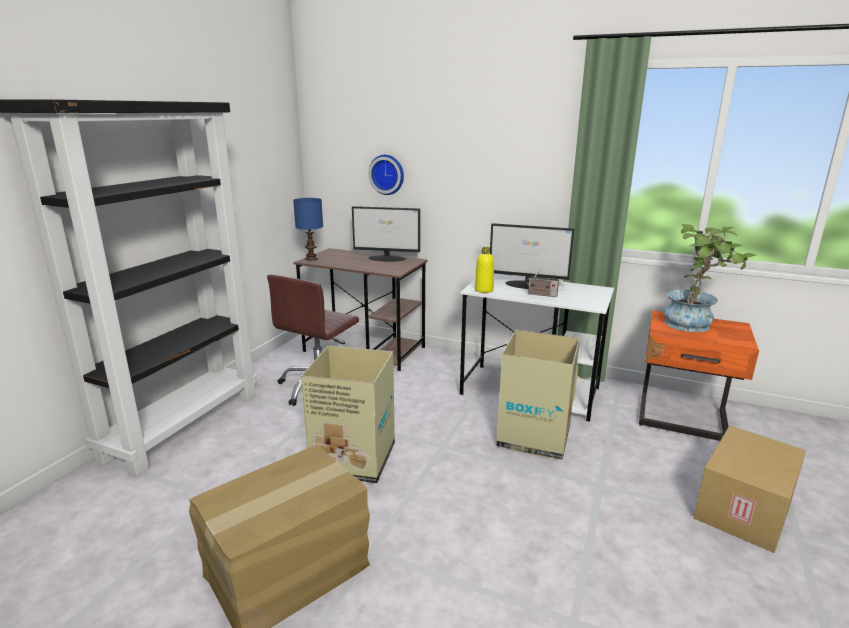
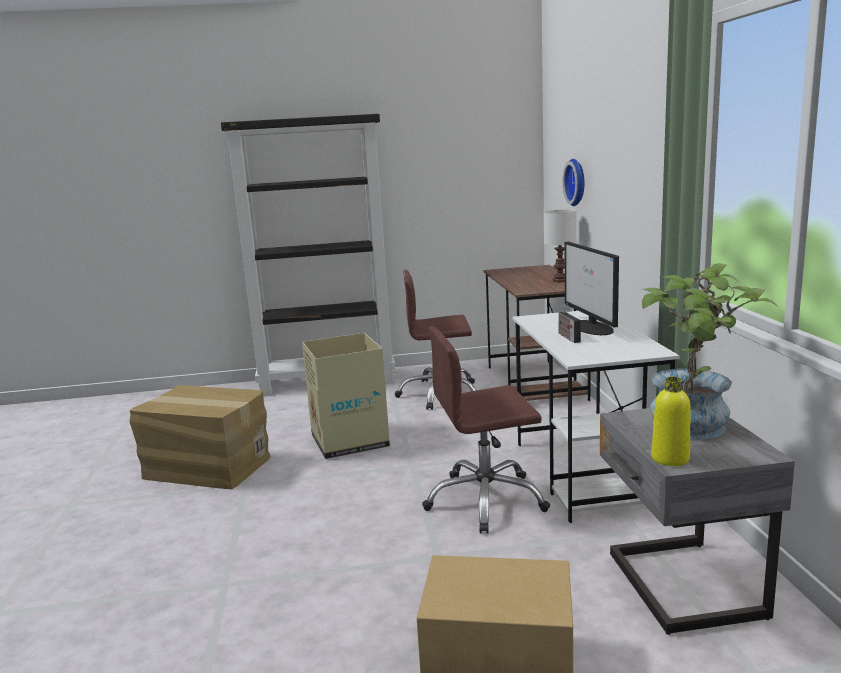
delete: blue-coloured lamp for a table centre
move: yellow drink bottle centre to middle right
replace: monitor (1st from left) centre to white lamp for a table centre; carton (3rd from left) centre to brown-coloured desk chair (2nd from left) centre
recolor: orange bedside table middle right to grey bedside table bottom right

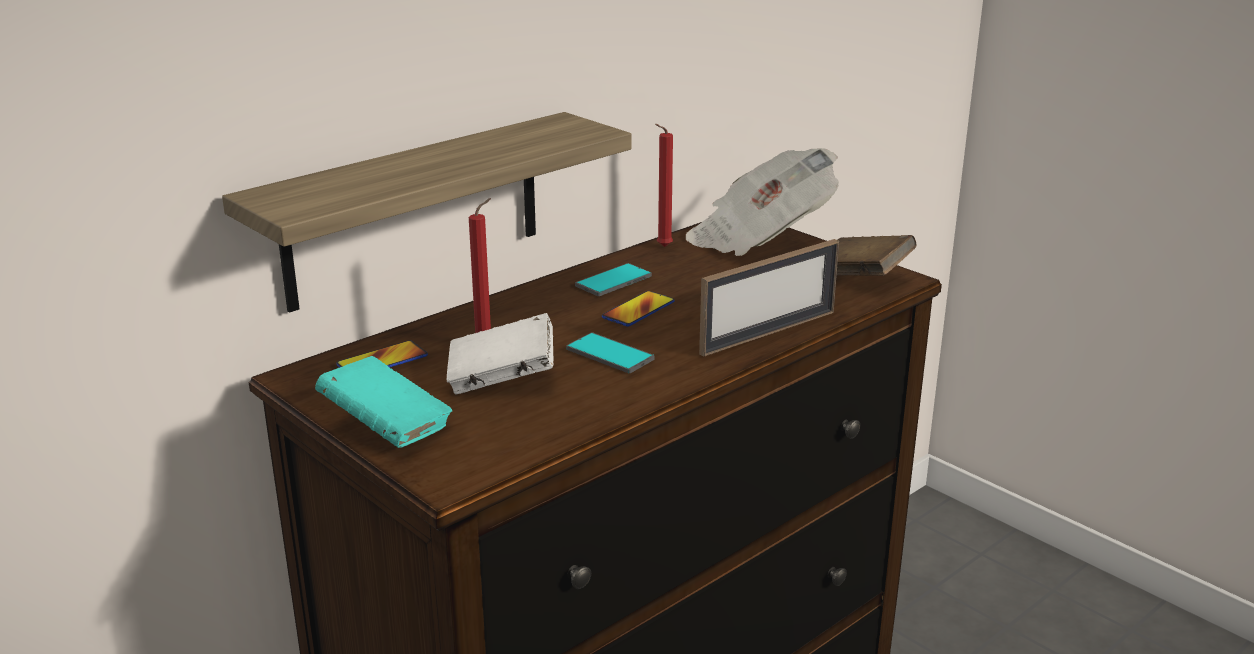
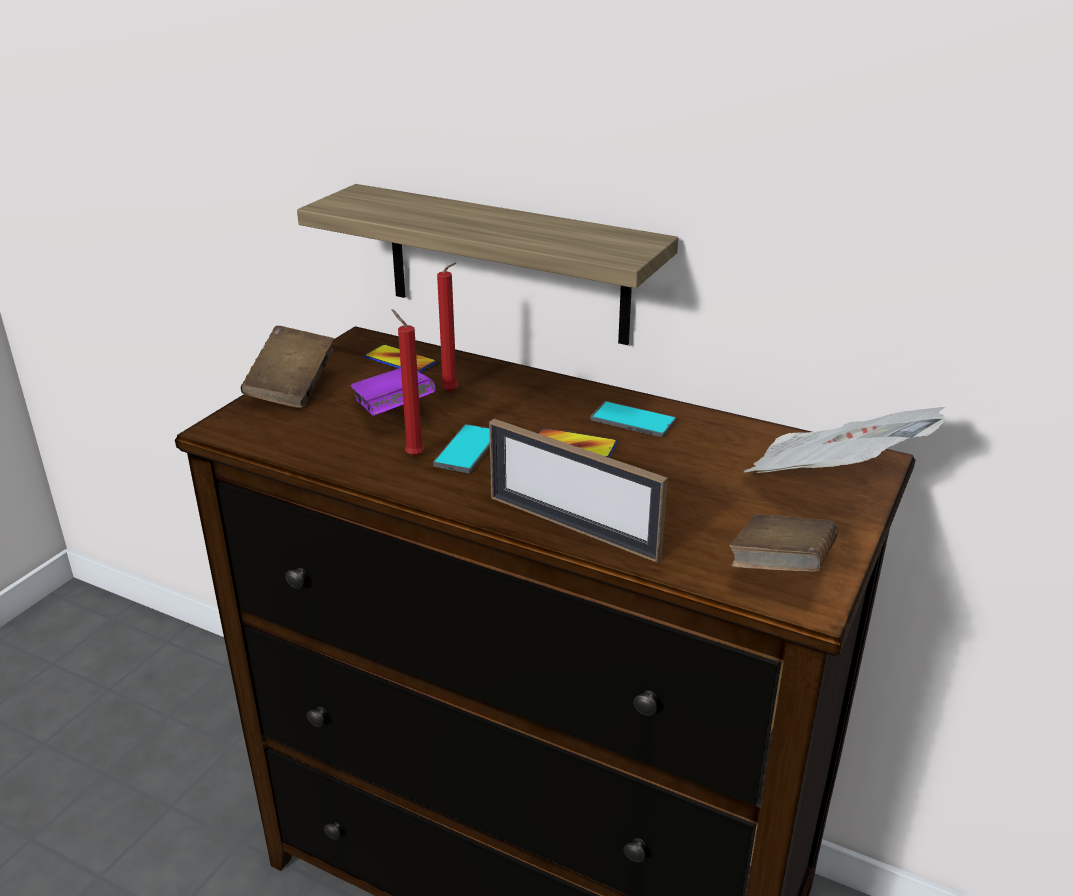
move: red-coloured candle (2nd from left in the first image) top centre to red-coloured candle (1st from left) centre
recolor: turquoise-coloured volume middle left to brown-coloured volume (1st from left) middle left; white volume centre to purplish volume centre

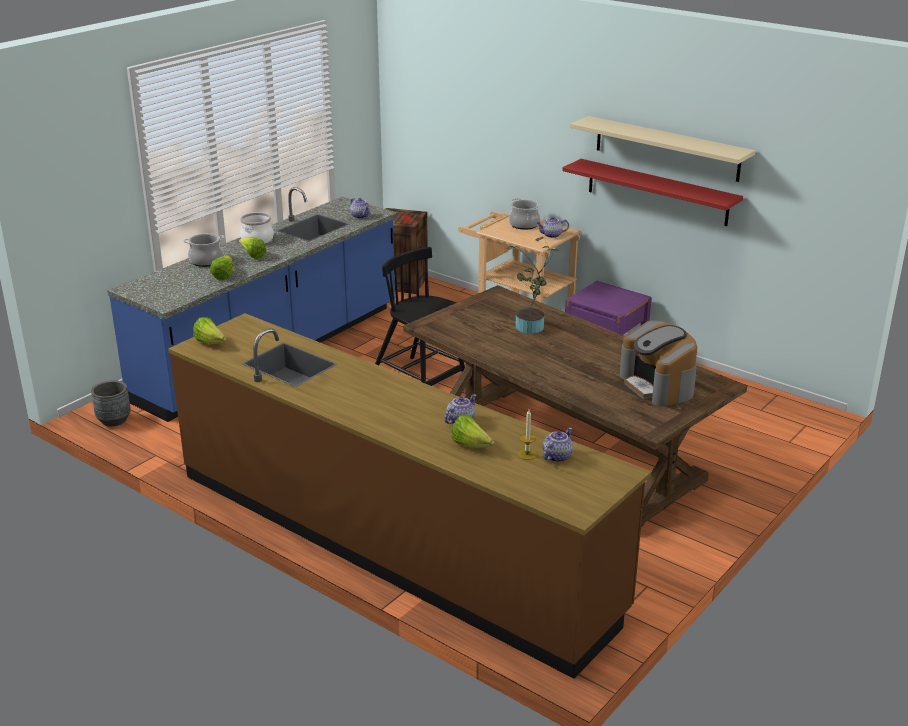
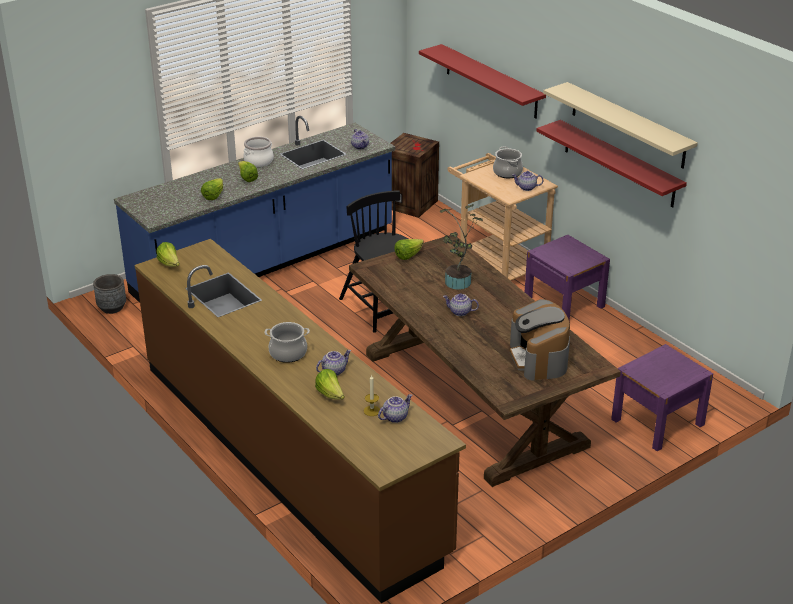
insert: lettuce (5th from left) centre; red-coloured bracket shelf (1st from left) top centre; pot for tea (4th from left) centre; purplish bedside table (2nd from left) middle right
move: saucepot (1st from left in the first image) middle left to saucepot (2nd from left) centre

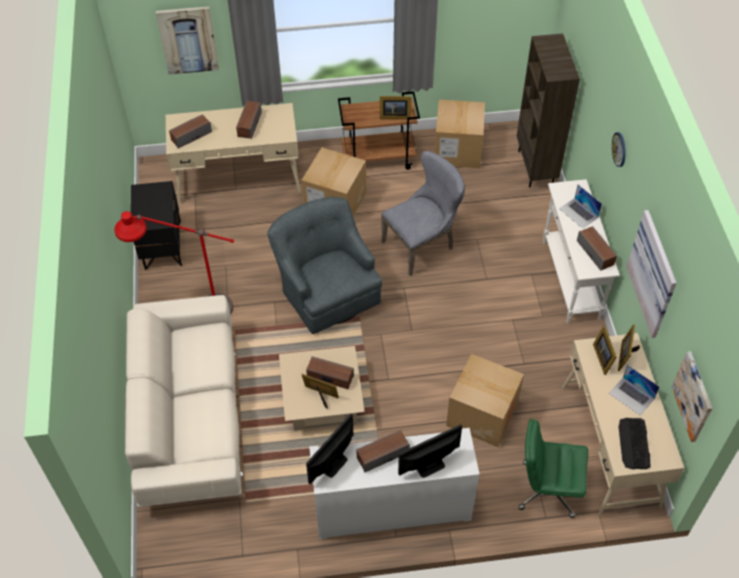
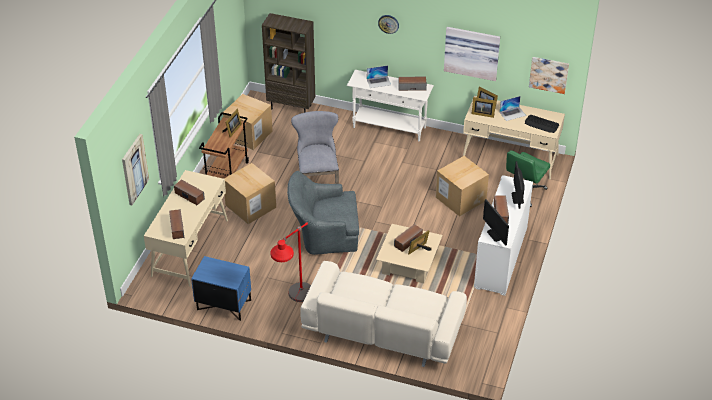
recolor: black-coloured bedside table middle left to blue-coloured bedside table bottom left

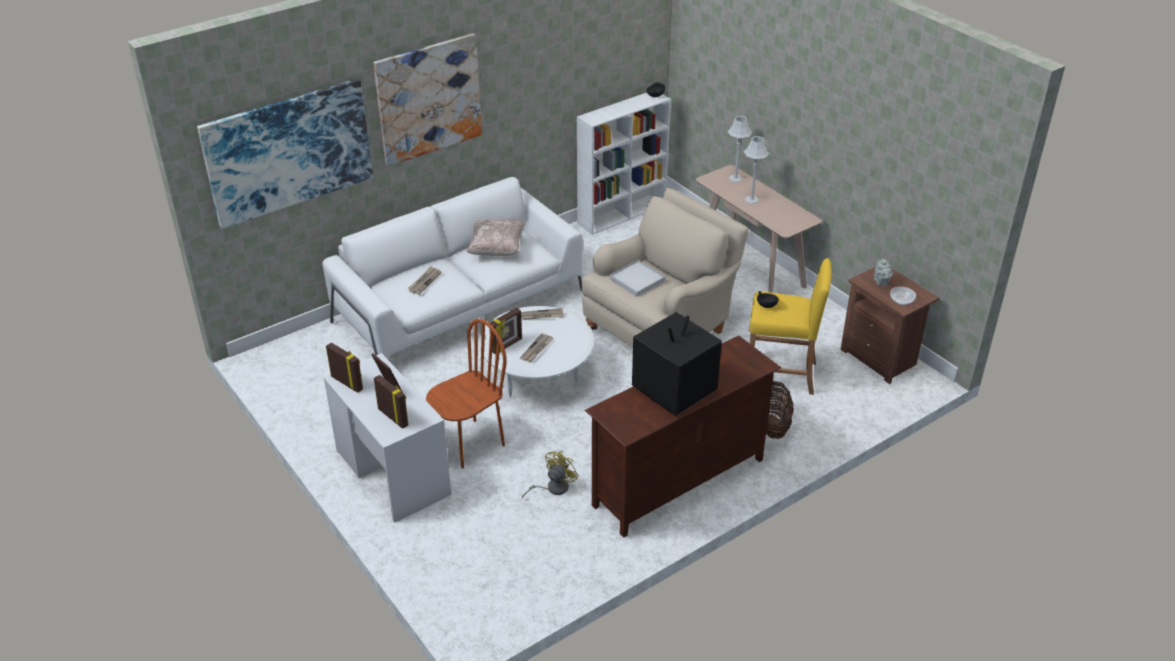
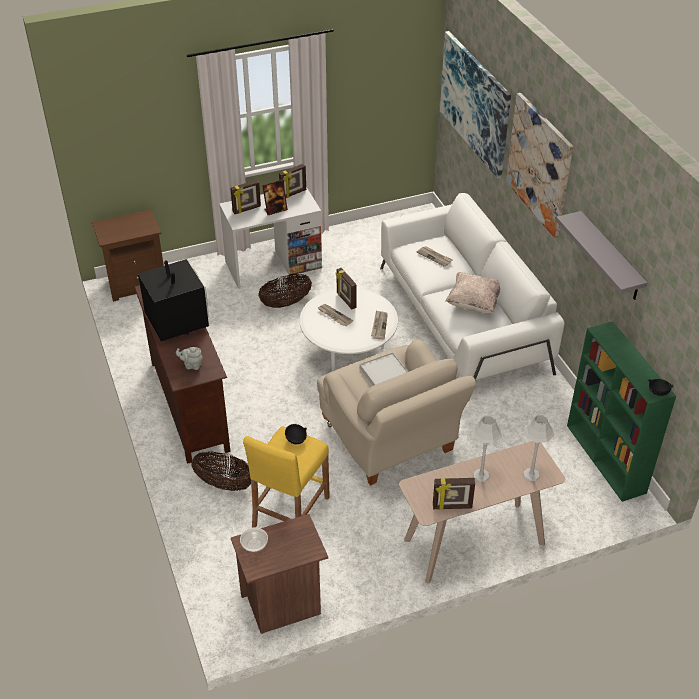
delete: yellow electric fan bottom centre
insert: brown-coloured bedside table (1st from left) middle left; picture frame (5th from left) bottom centre; grey bracket shelf middle right
move: grey pot for tea middle right to middle left
replace: brown-coloured upright chair centre to household basket (2nd from left) centre
recolor: white bookcase top centre to greenish bookcase middle right

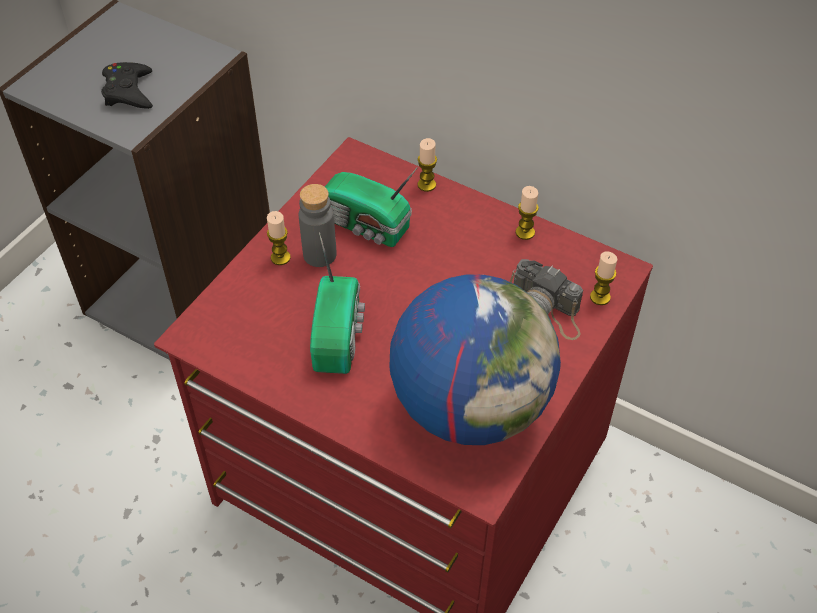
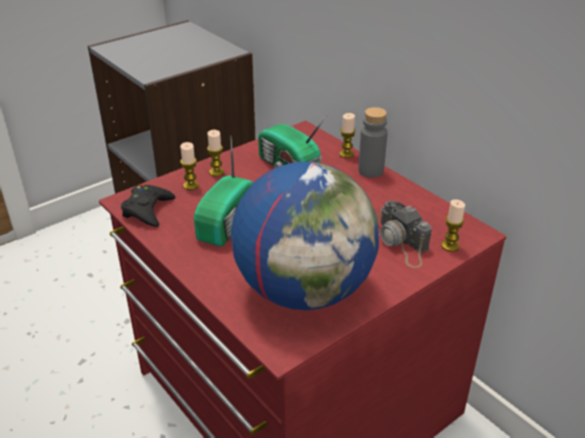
move: black-coloured game controller top left to middle left; grey drink bottle centre to top centre; candle (3rd from left in the first image) centre to candle (1st from left) middle left

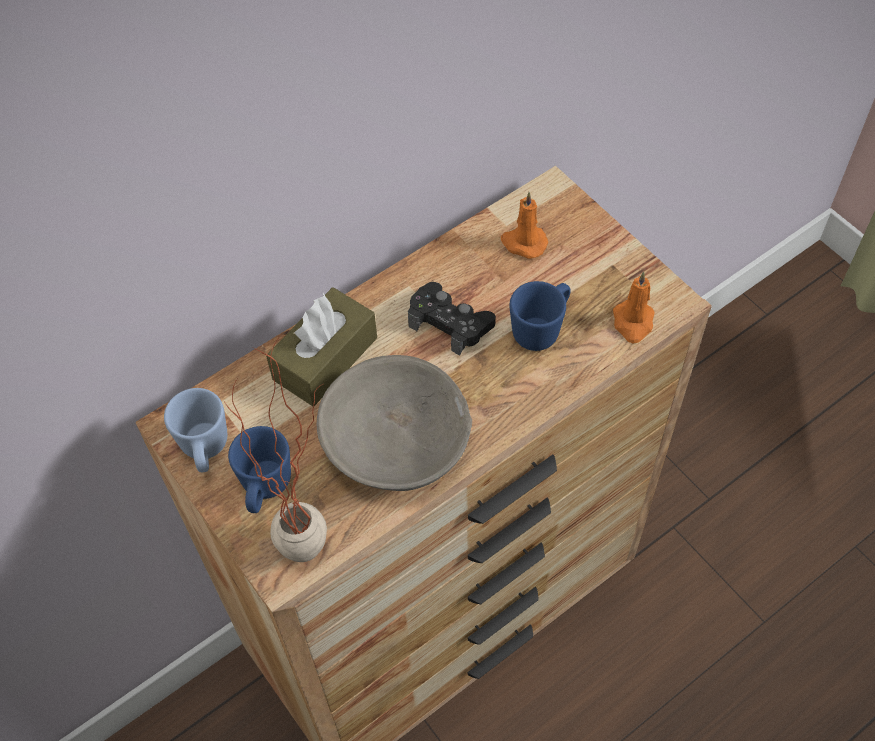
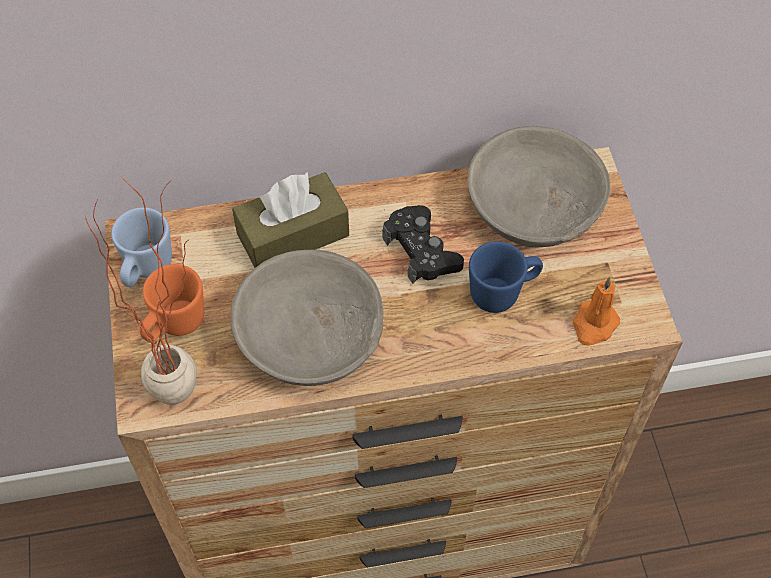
replace: orange candle (1st from left) top centre to grey serving bowl (2nd from left) top right
recolor: blue-coloured tea mug (2nd from left) middle left to orange tea mug middle left

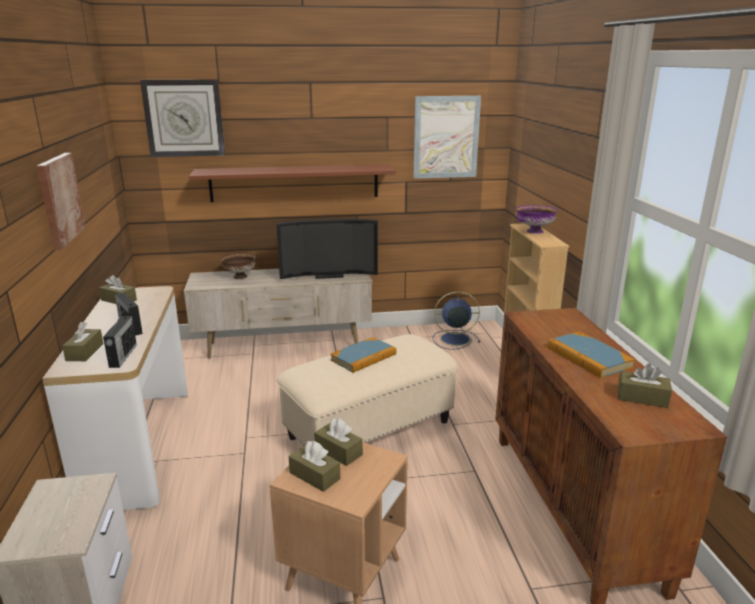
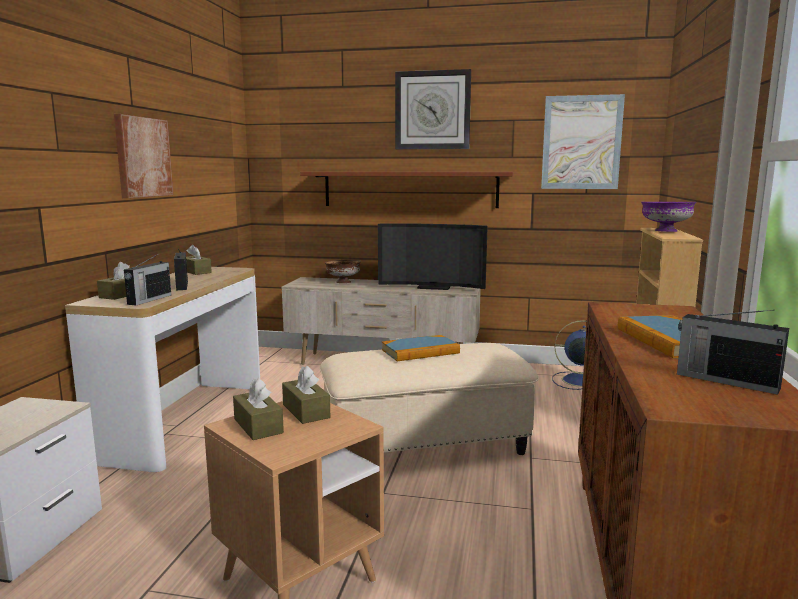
move: hanging clock top left to top centre
replace: brown-coloured tissue box (5th from left) middle right to radio (3rd from left) middle right

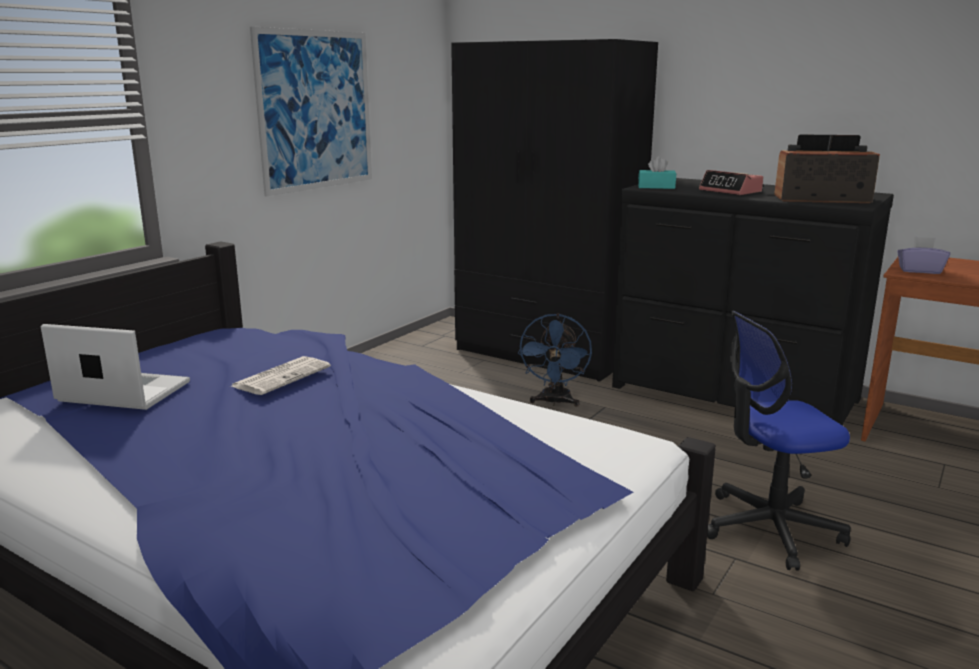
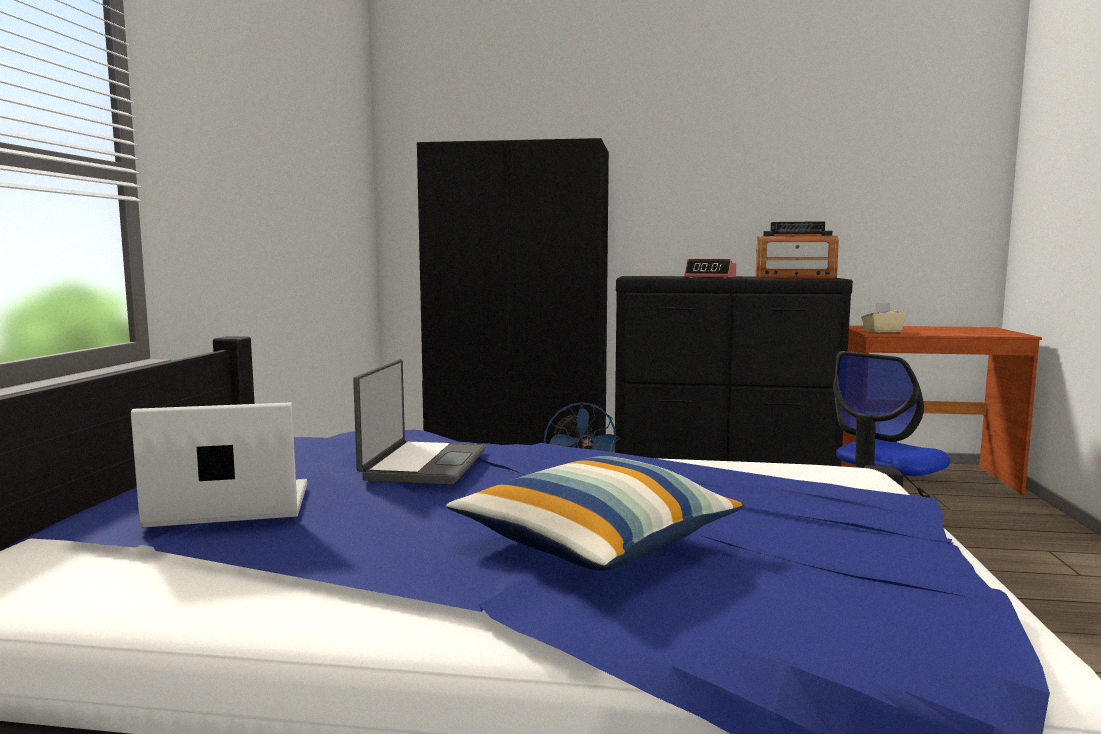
delete: picture top left; turquoise-coloured tissue box top right
insert: cushion bottom centre
replace: newspaper middle left to portable computer (2nd from left) centre
recolor: purplish tissue box middle right to beige-coloured tissue box middle right
rotate: radio top right = middle right 150 degrees counterclockwise

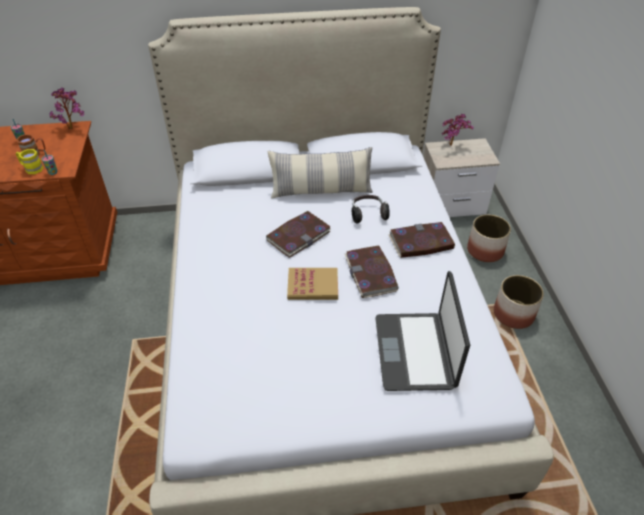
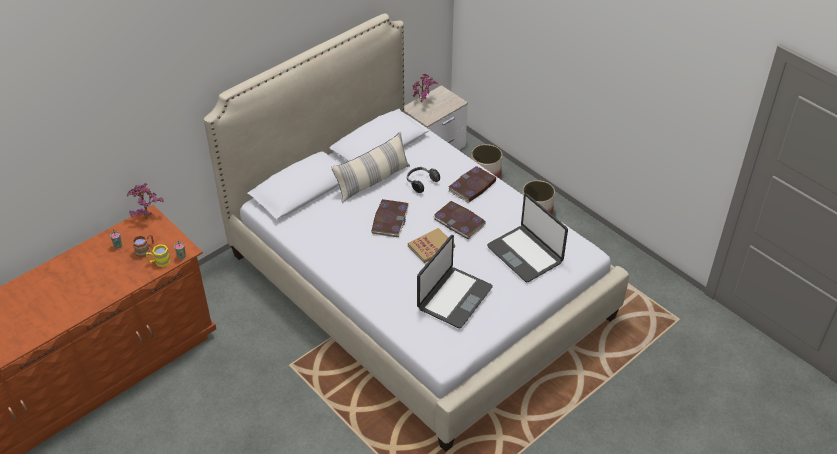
insert: portable computer (1st from left) centre

